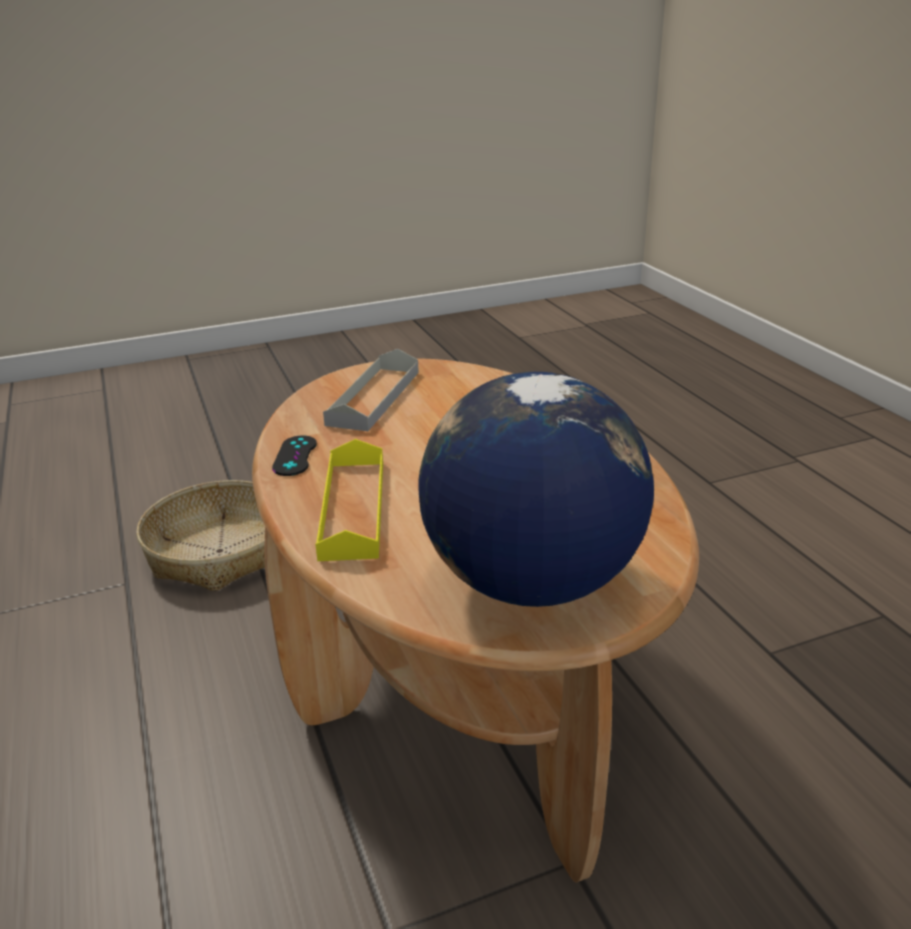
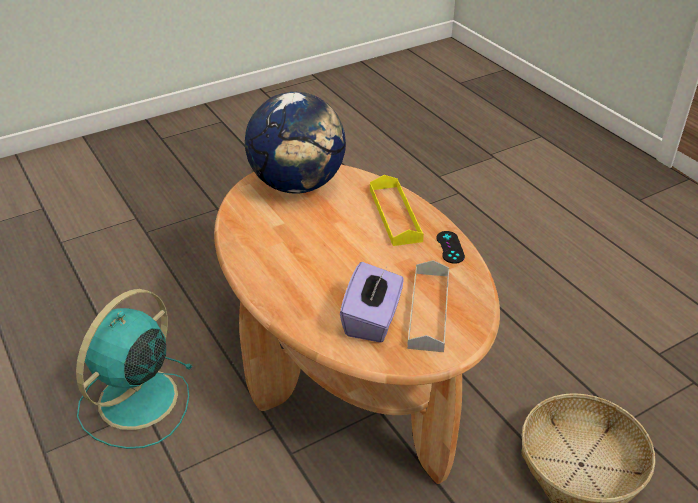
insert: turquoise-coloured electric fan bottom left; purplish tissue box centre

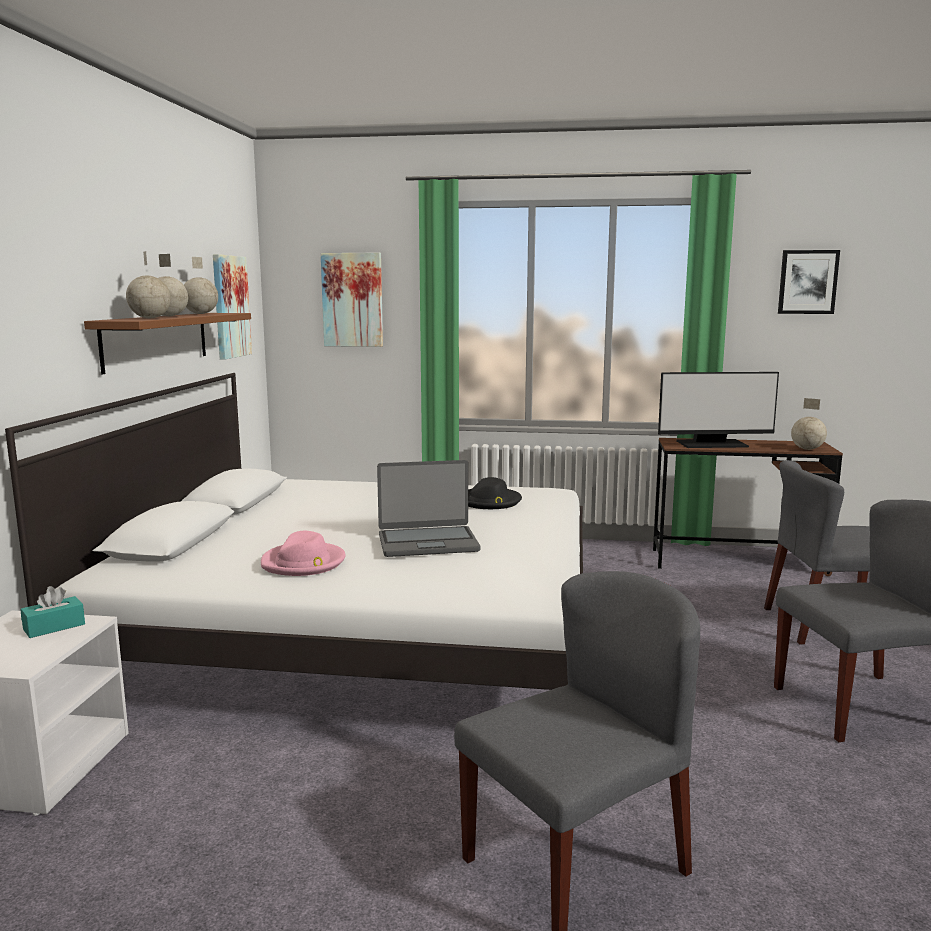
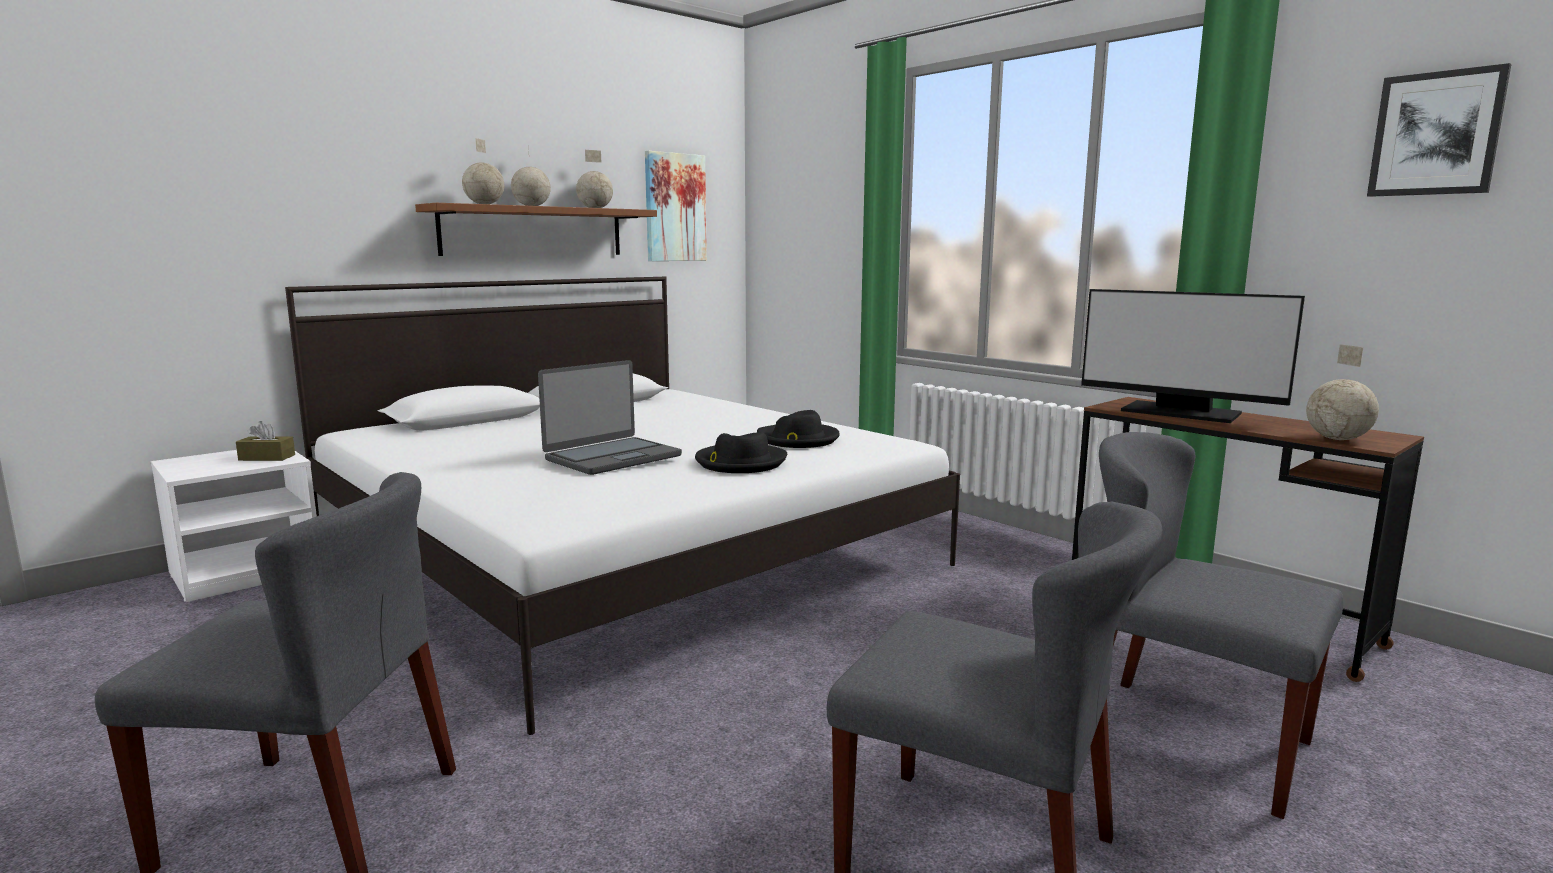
delete: pink hat middle left; picture (2nd from left) top centre
insert: black-coloured hat (1st from left) centre
recolor: turquoise-coloured tissue box middle left to brown-coloured tissue box middle left
rotate: portable computer centre = centre 75 degrees counterclockwise

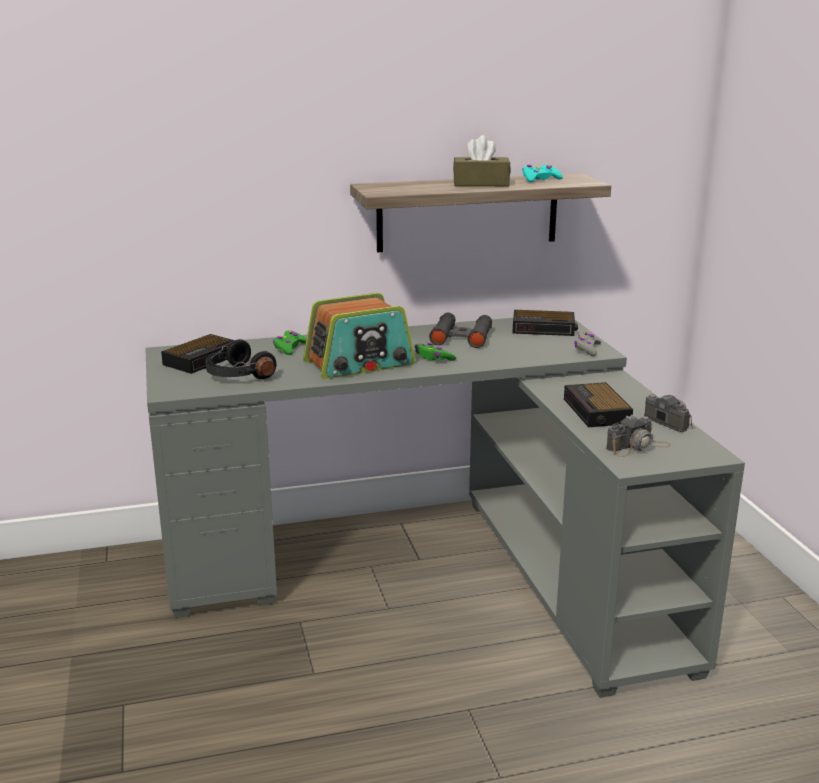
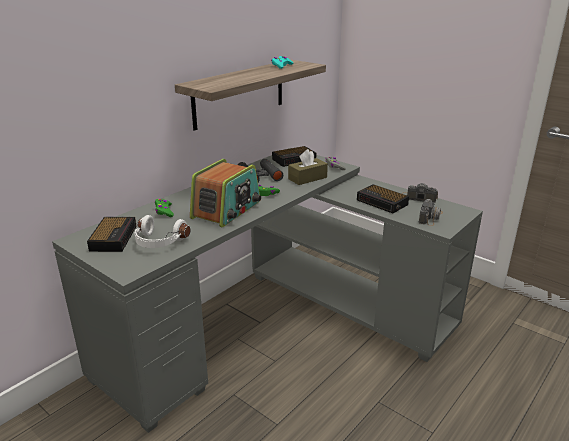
move: brown-coloured tissue box top centre to centre
recolor: black-coloured headset middle left to white headset middle left

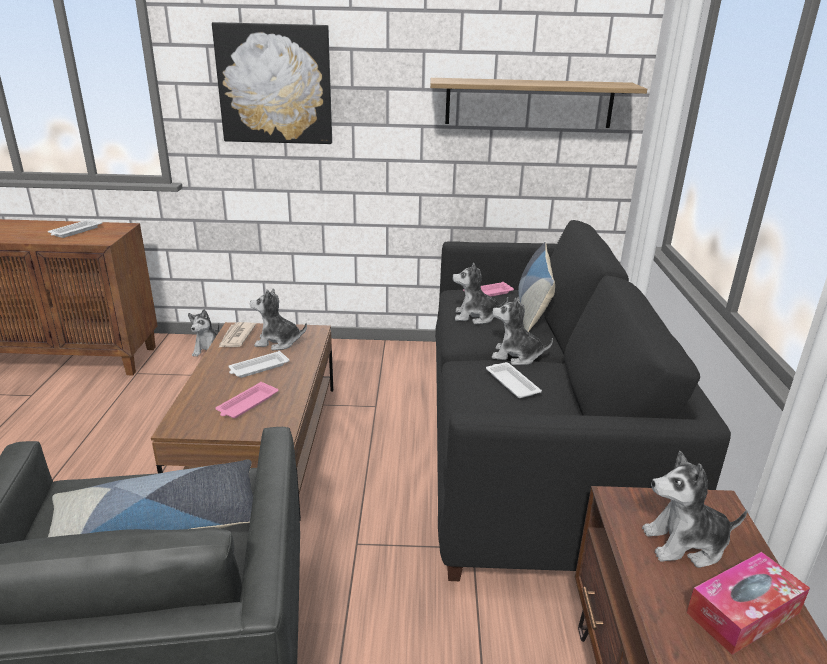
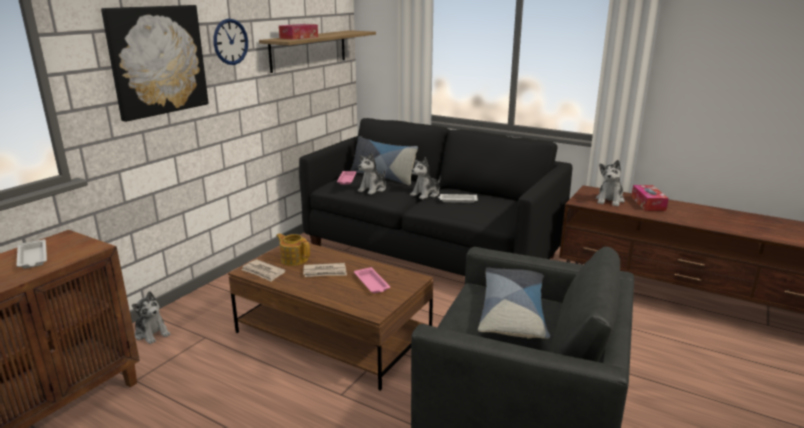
insert: hanging clock top left; tissue box (1st from left) top centre
replace: white serving tray (2nd from left) middle left to newspaper (2nd from left) centre; plush toy (2nd from left) centre to pot for tea centre

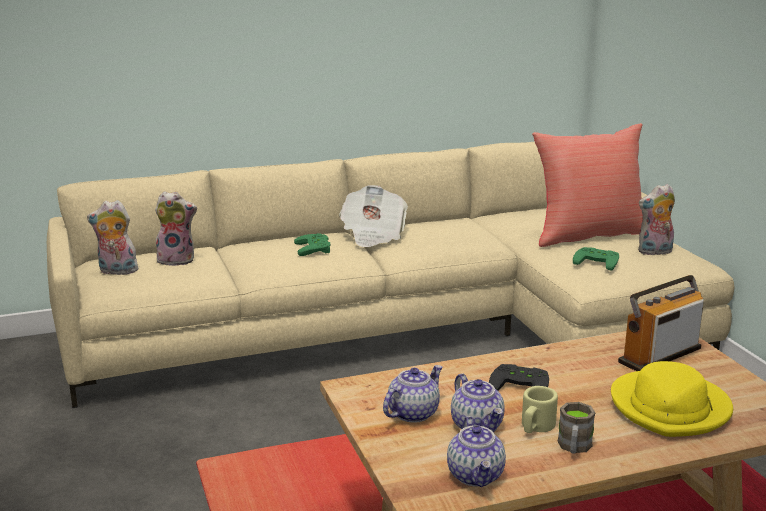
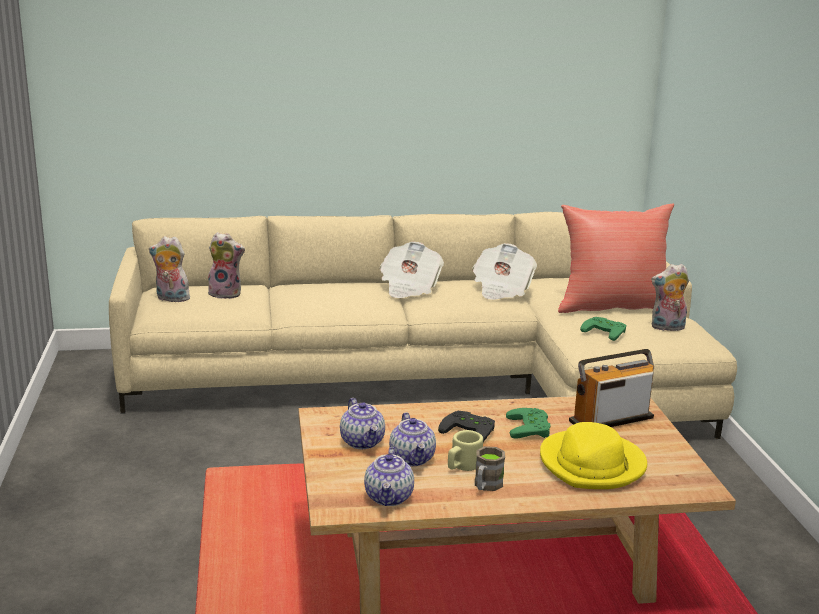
insert: newspaper (2nd from left) centre
move: greenish game controller (1st from left) centre to bottom centre
rotate: pot for tea (1st from left) bottom centre = bottom centre 105 degrees clockwise

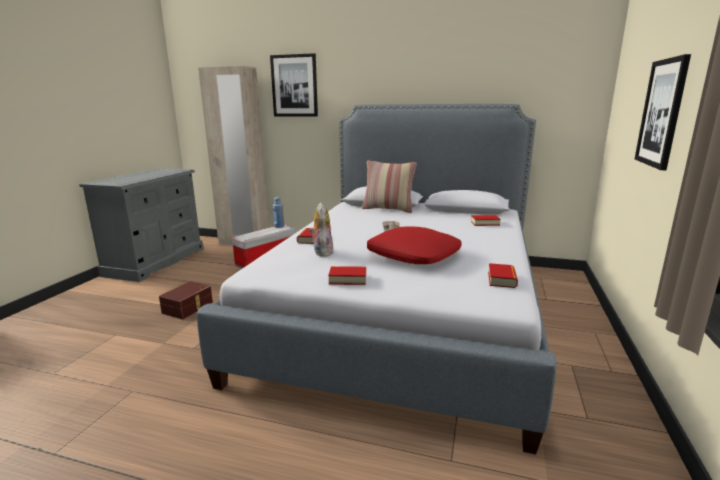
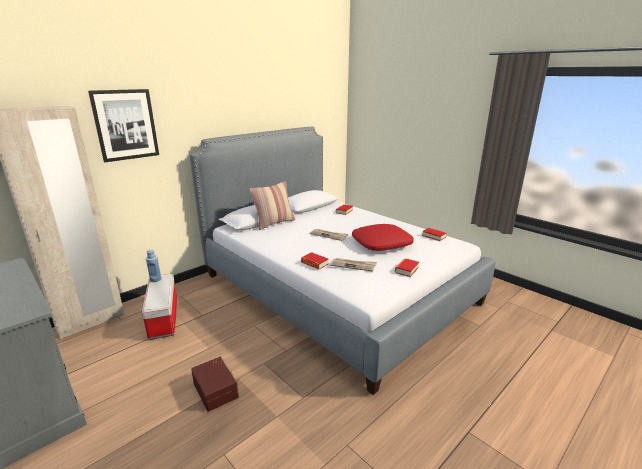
delete: picture (2nd from left) top right
replace: plush toy centre to newspaper (2nd from left) centre

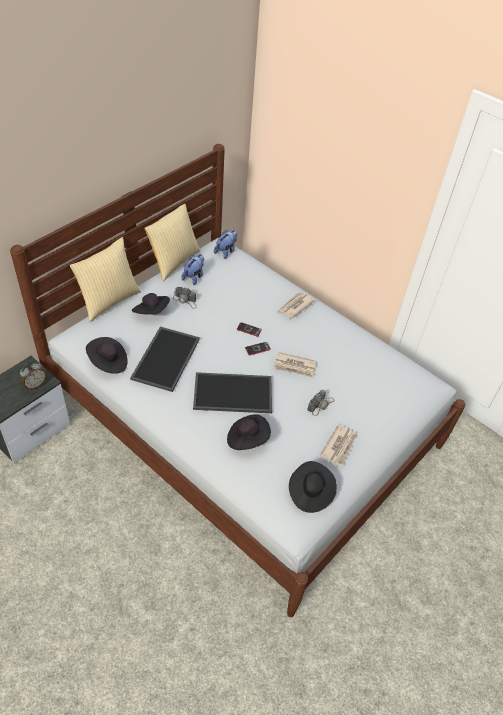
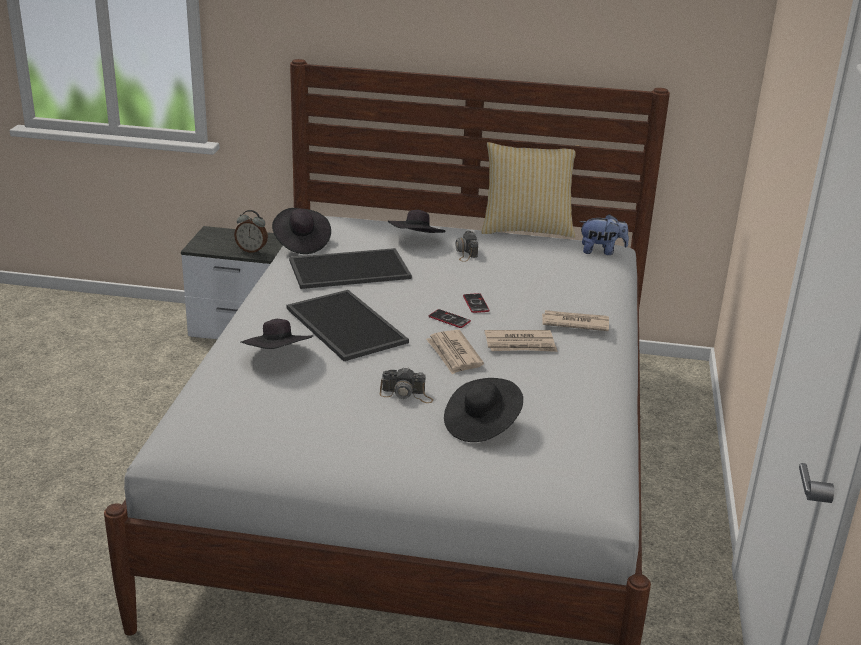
delete: cushion (1st from left) middle left; plush toy (1st from left) centre
move: black-coloured hat (4th from left) bottom centre to centre; newspaper (3rd from left in the first image) middle right to newspaper (2nd from left) centre

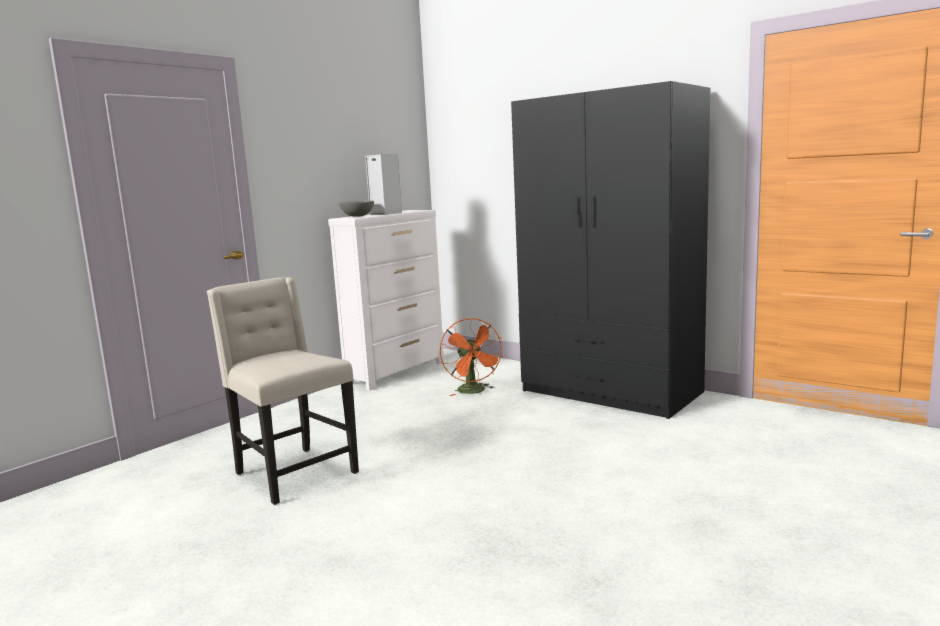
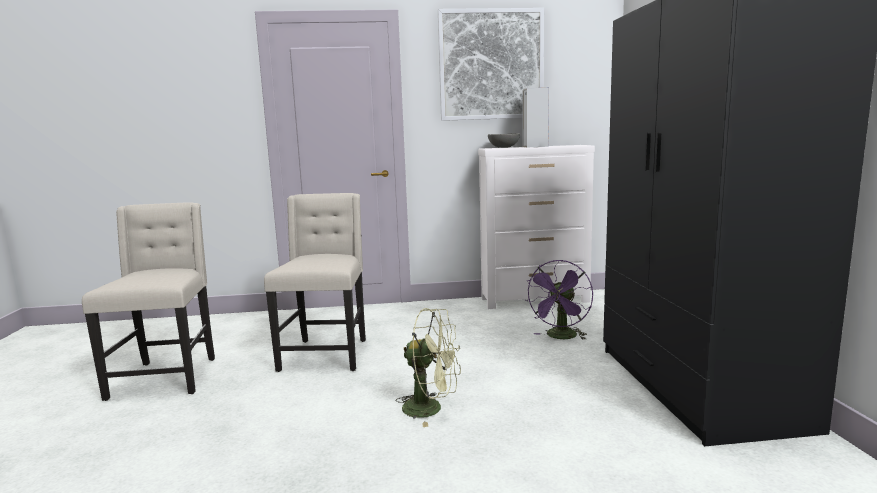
insert: beige-coloured upright chair (1st from left) middle left; greenish electric fan bottom centre; picture top centre
recolor: orange electric fan centre to purplish electric fan centre

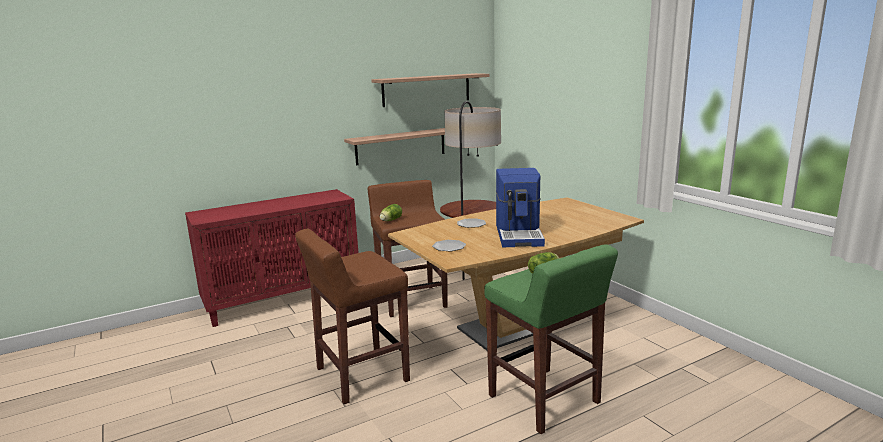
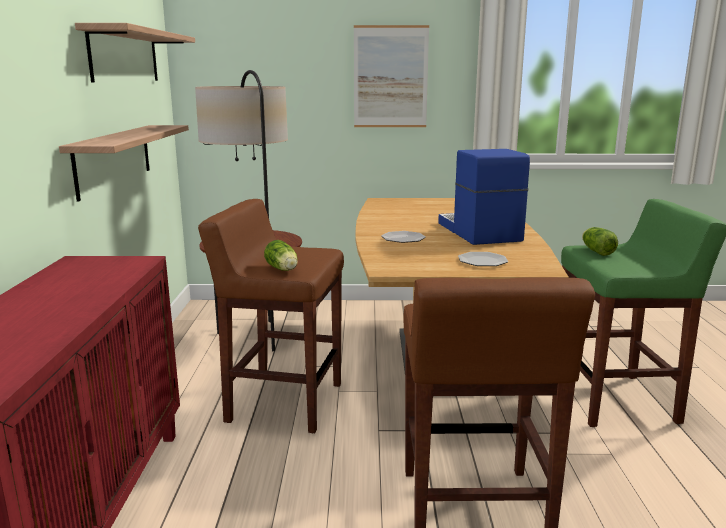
insert: picture top centre
rotate: coffee maker centre = middle right 135 degrees counterclockwise

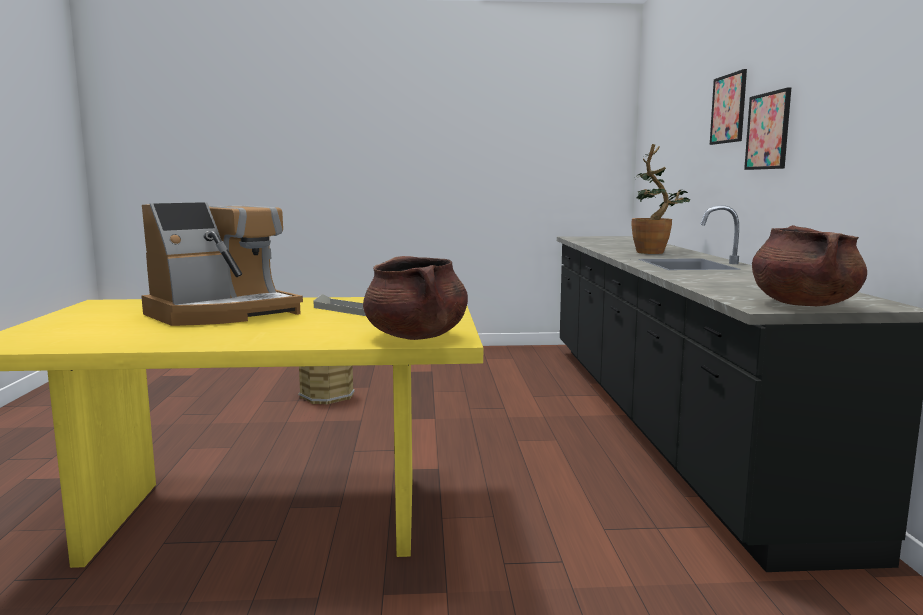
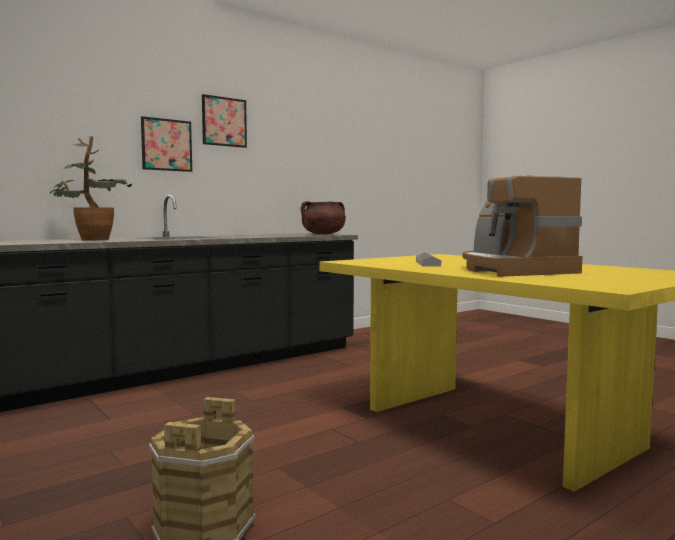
delete: brown-coloured saucepot (1st from left) centre
move: picture (1st from left in the first image) top right to picture (2nd from left) top left
rotate: coffee maker middle left = middle right 120 degrees counterclockwise

